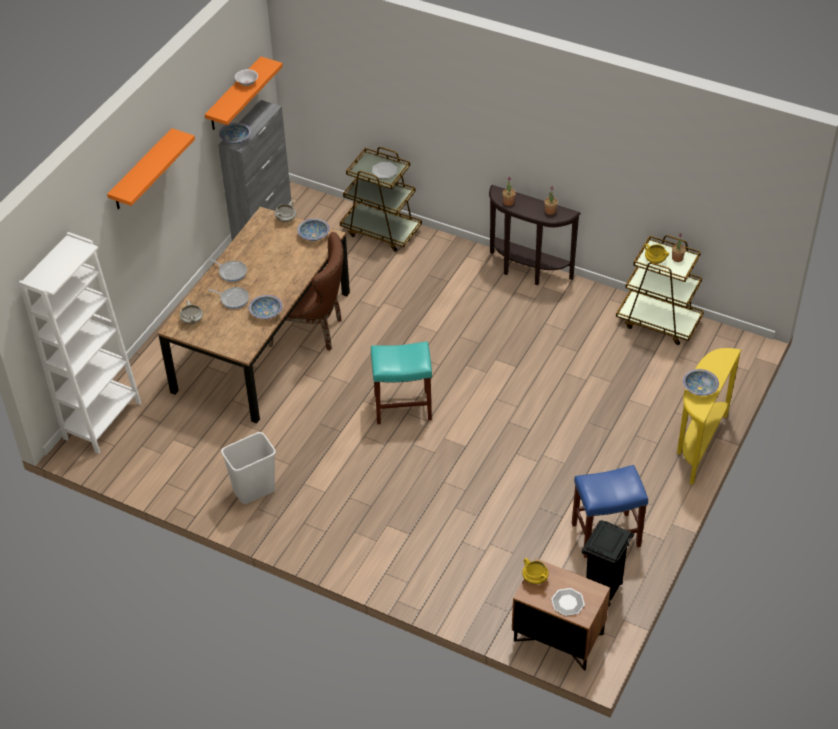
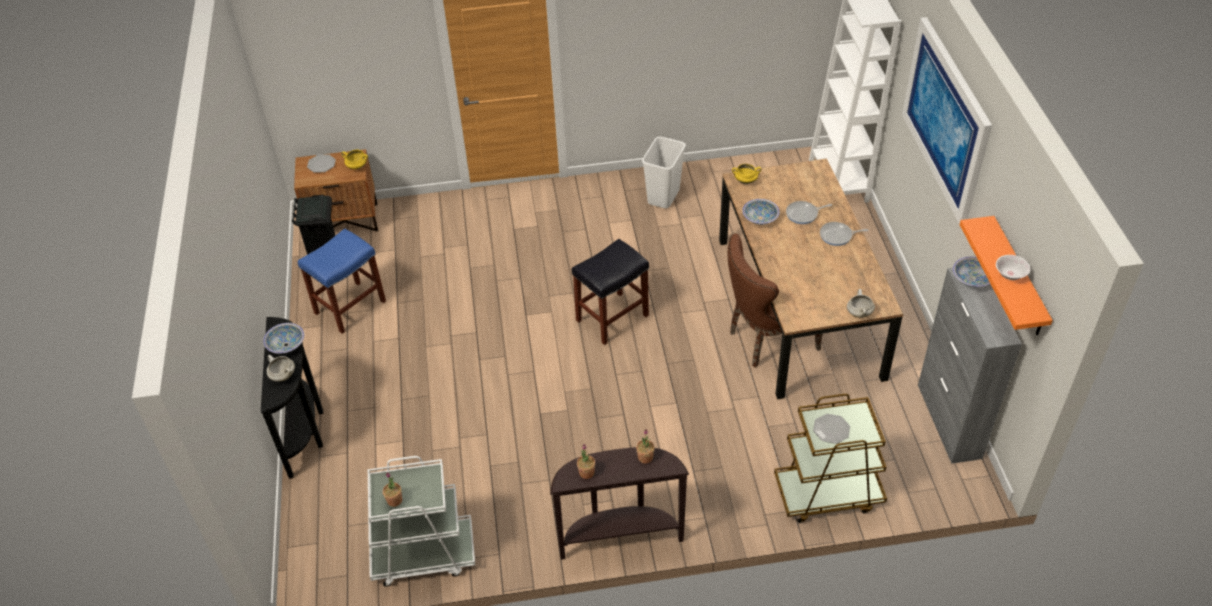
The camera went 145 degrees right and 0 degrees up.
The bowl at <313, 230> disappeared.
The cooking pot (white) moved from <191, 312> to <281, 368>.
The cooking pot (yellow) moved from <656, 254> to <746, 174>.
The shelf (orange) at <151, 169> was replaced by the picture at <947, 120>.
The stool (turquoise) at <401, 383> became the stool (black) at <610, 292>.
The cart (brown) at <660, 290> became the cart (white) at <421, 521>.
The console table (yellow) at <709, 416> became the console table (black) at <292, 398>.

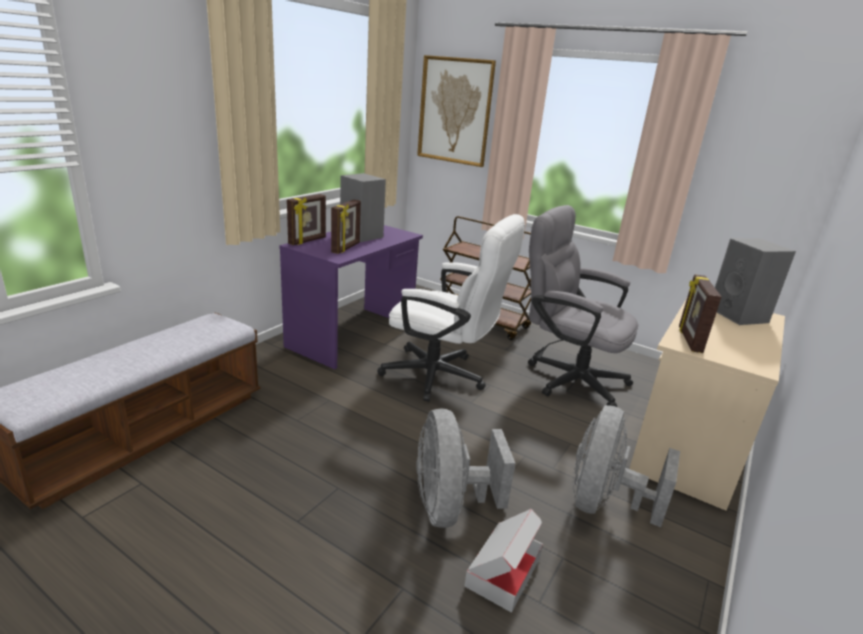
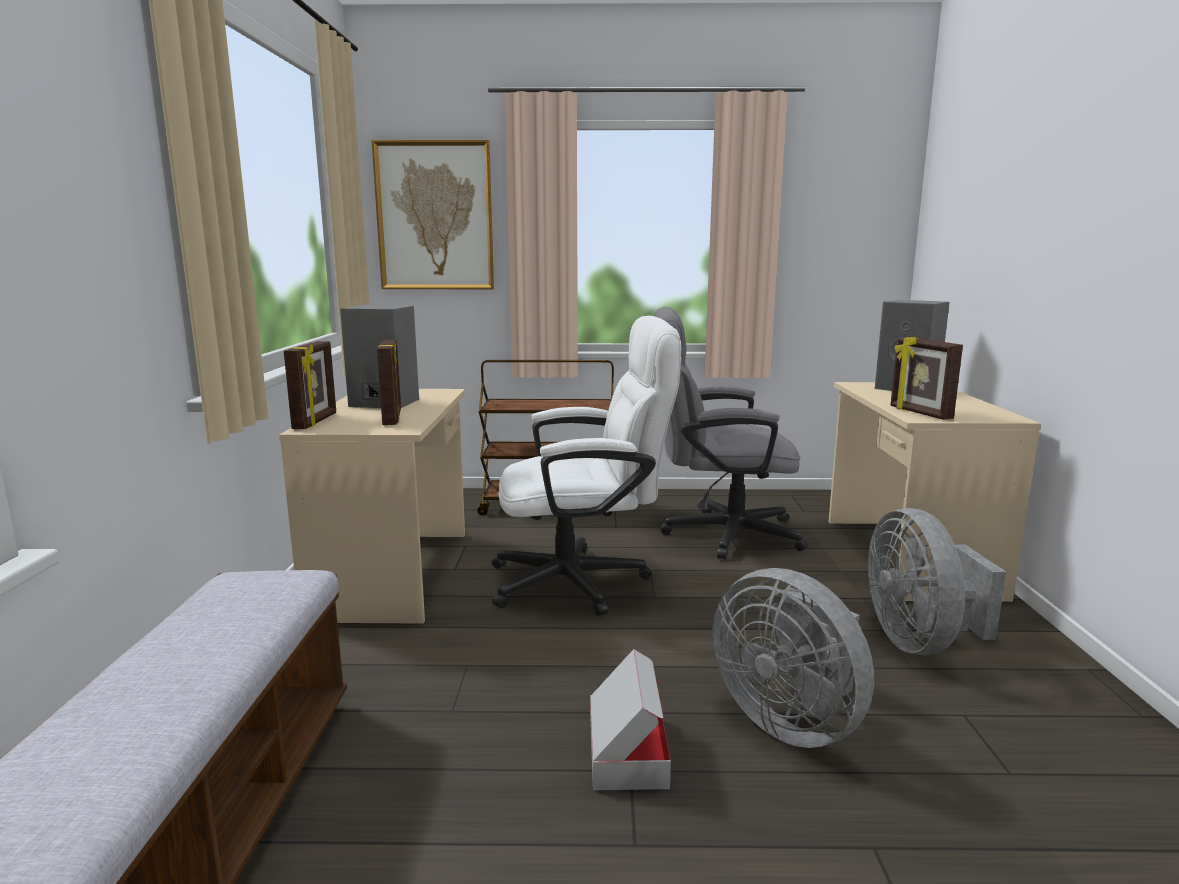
The camera went 30 degrees left and 10 degrees down.
The cardboard box moved from <503, 561> to <630, 719>.
The desk (purple) at <351, 297> became the desk (beige) at <372, 506>.

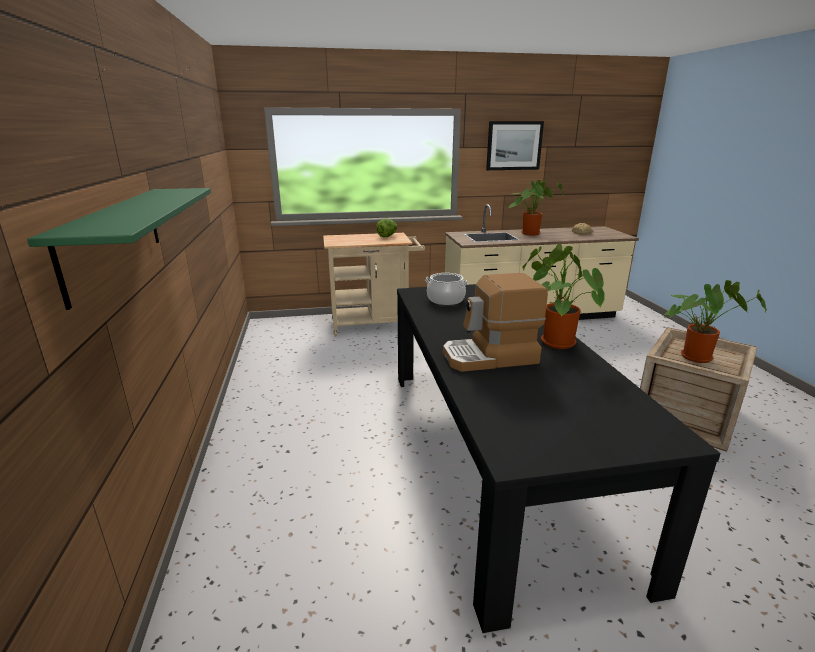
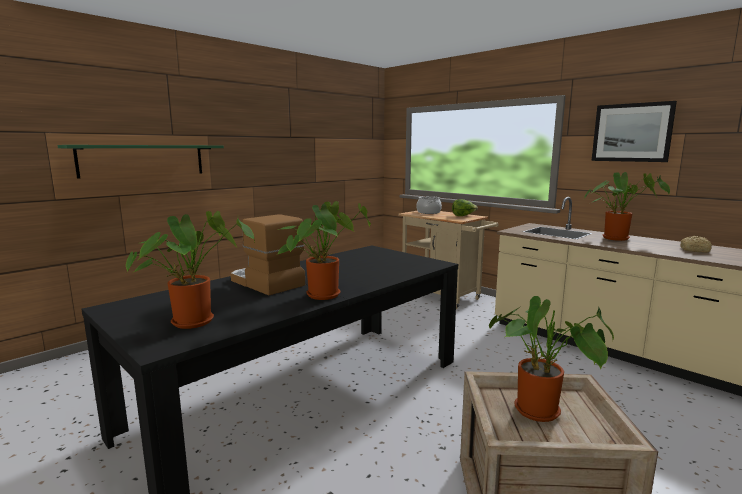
The camera went 55 degrees right and 10 degrees down.
The potted plant at <190, 270> appeared.
The cooking pot moved from <446, 289> to <429, 205>.

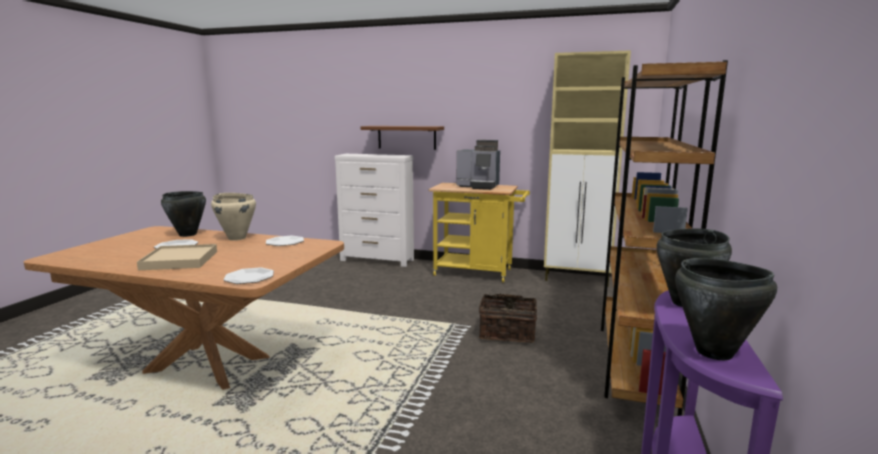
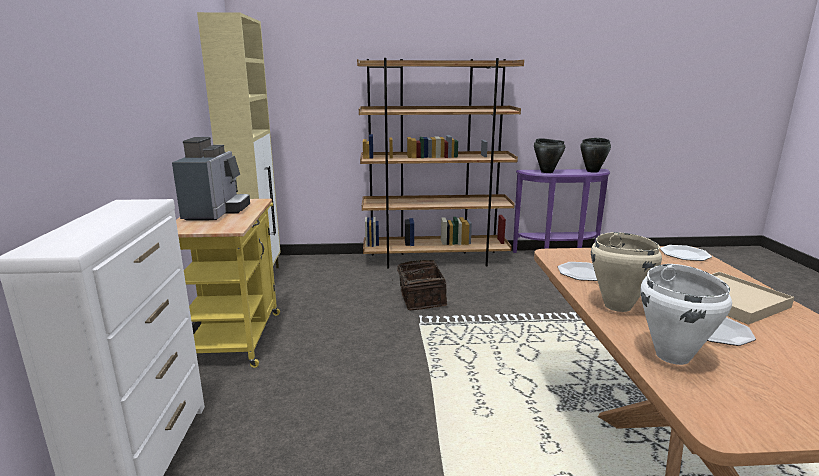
The camera went 110 degrees left and 5 degrees up.
The shelf (brown) at <402, 138> disappeared.
The cooking pot (black) at <183, 214> became the cooking pot (white) at <686, 314>.

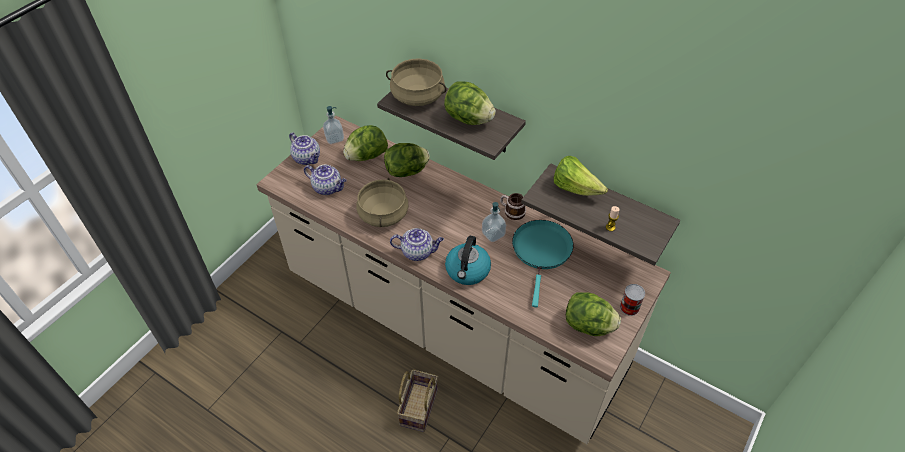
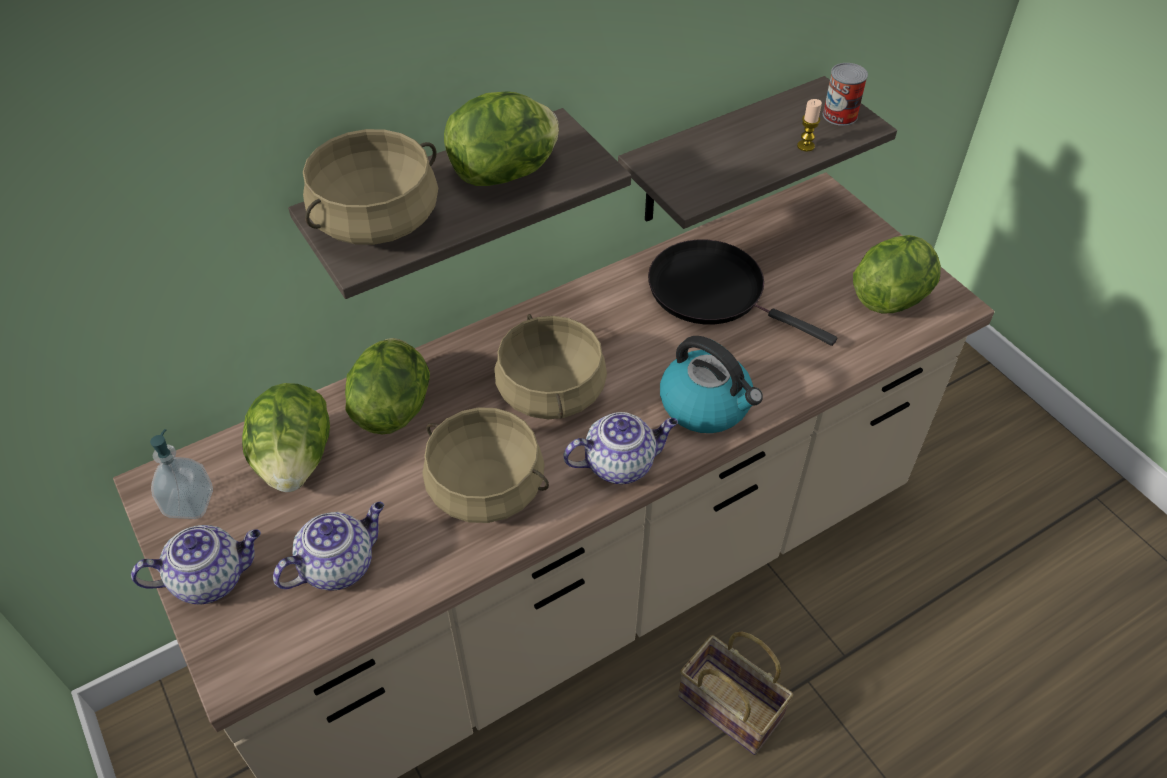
The camera went 65 degrees left and 0 degrees up.
The soap dispenser at <494, 222> disappeared.
The mug at <513, 206> disappeared.
The lettuce at <581, 176> disappeared.
The cooking pot (beige) at <550, 366> appeared.
The can moved from <632, 300> to <845, 94>.
The frying pan (turquoise) at <543, 263> became the frying pan (black) at <742, 293>.
The teapot at <417, 244> turned 45 degrees clockwise.

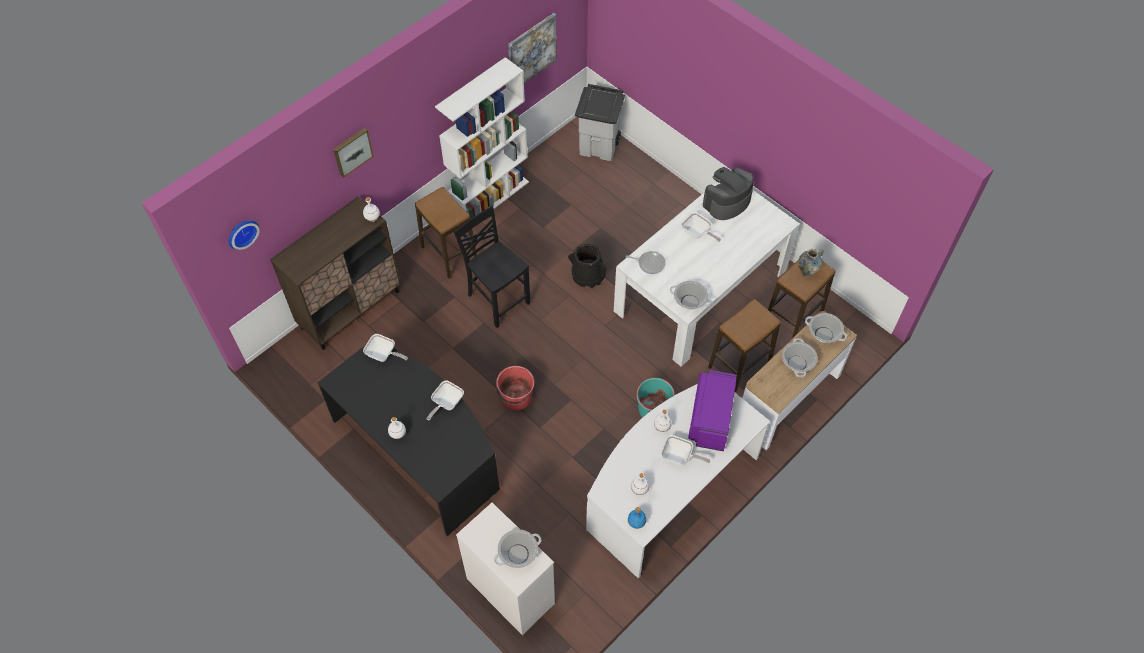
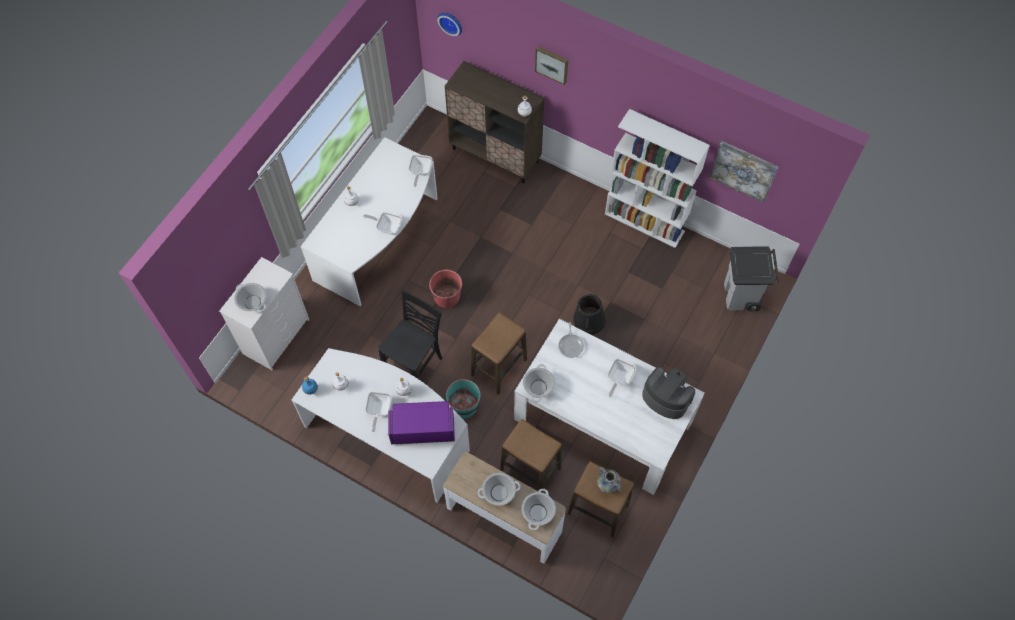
The camera went 75 degrees right and 5 degrees up.
The stool moved from <446, 232> to <499, 353>.
The chair (black) moved from <492, 266> to <410, 334>.
The desk (black) at <408, 440> became the desk (white) at <369, 221>.

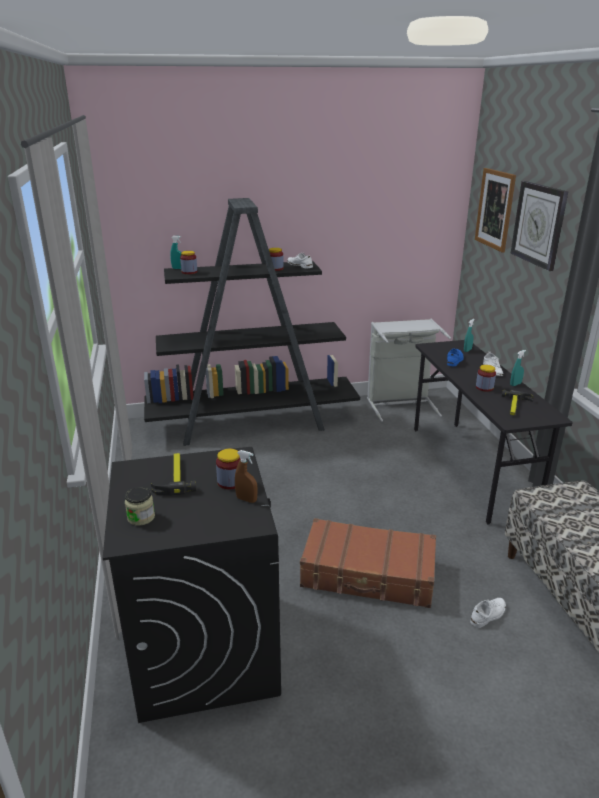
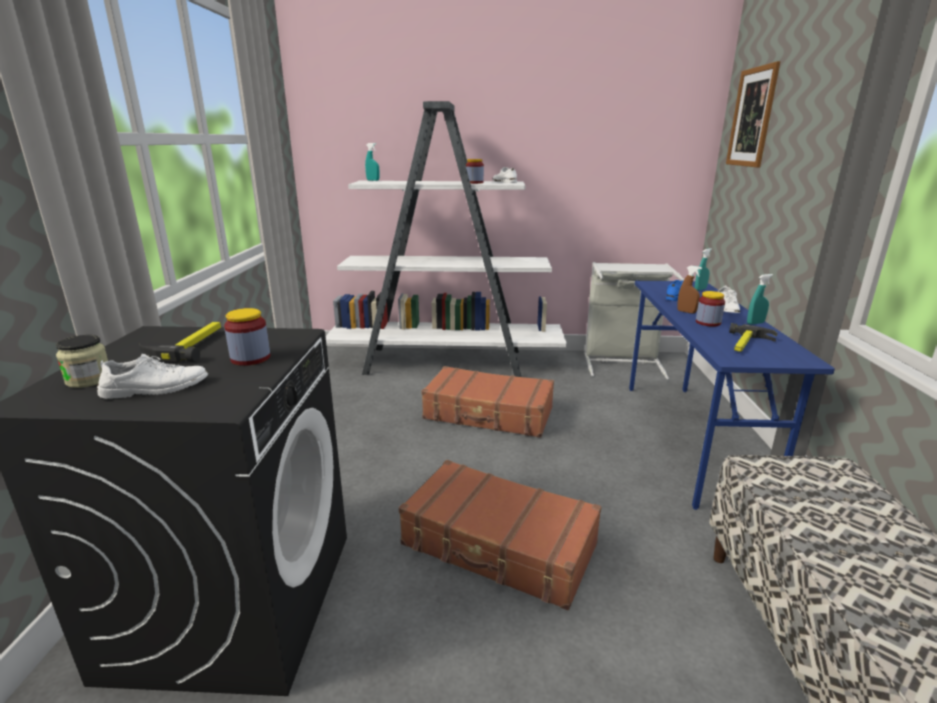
The camera went 15 degrees right and 5 degrees down.
The jar at <188, 262> disappeared.
The wall clock at <539, 226> disappeared.
The suitcase (brown) at <487, 402> appeared.
The spray bottle (brown) moved from <246, 476> to <689, 289>.
The shoe (white) moved from <488, 613> to <152, 376>.
The bookcase (black) at <252, 322> became the bookcase (white) at <446, 239>.
The desk (black) at <493, 432> became the desk (blue) at <732, 395>.

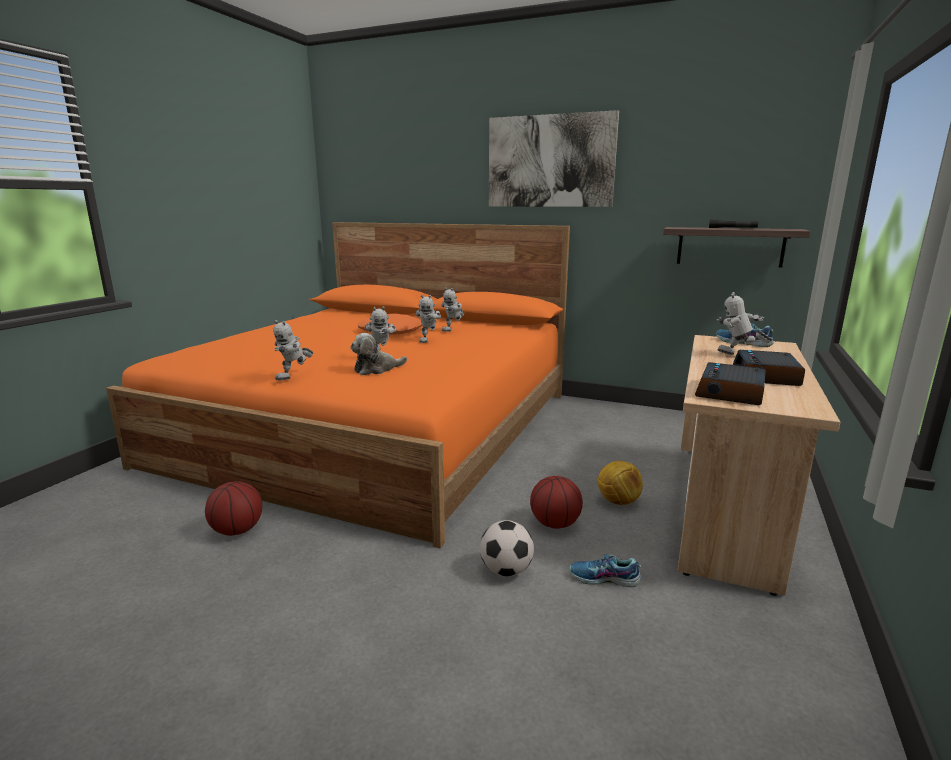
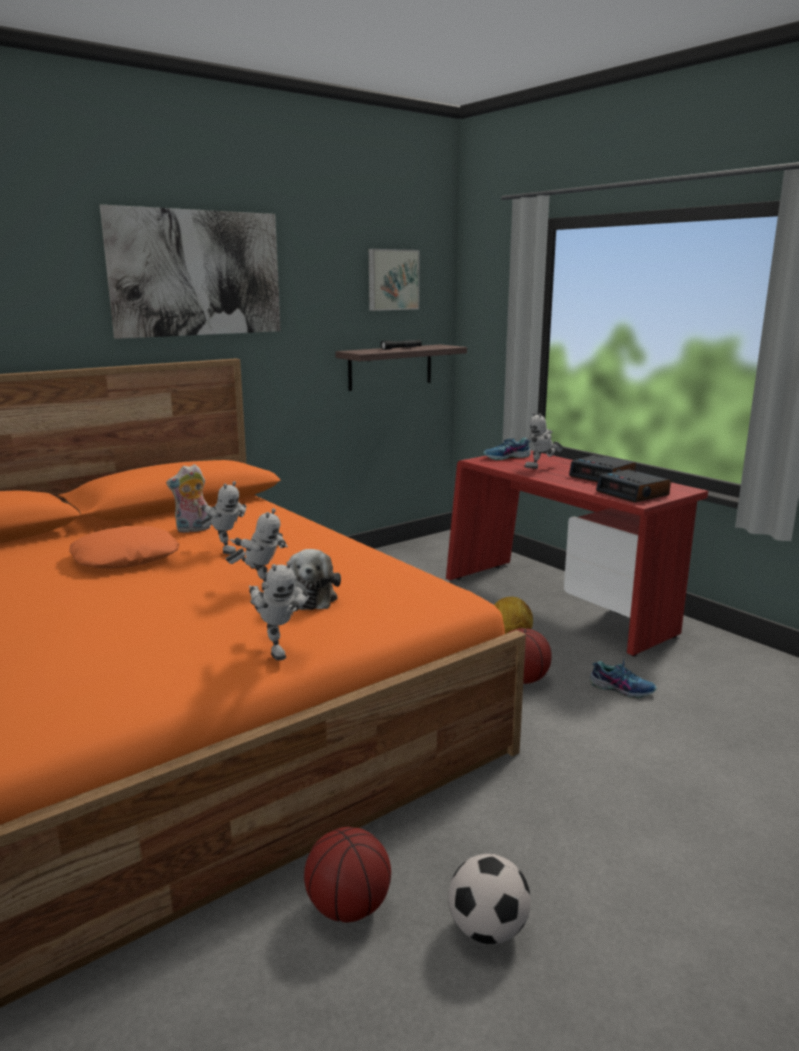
The camera went 60 degrees left and 0 degrees up.
The picture at <394, 280> appeared.
The football moved from <507, 548> to <489, 899>.
The toy robot at <452, 309> was replaced by the plush toy at <188, 498>.
The desk (beige) at <759, 465> became the desk (red) at <577, 553>.
The shoe at <605, 570> turned 105 degrees counterclockwise.

